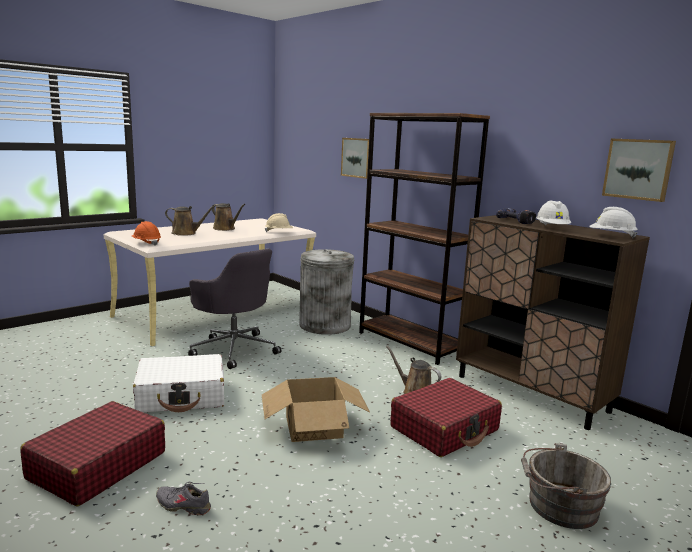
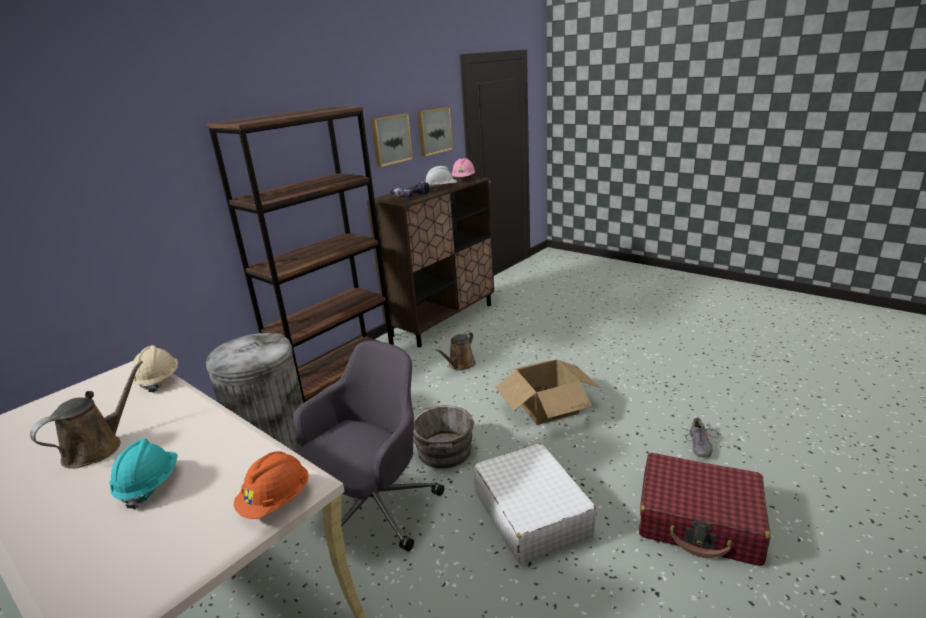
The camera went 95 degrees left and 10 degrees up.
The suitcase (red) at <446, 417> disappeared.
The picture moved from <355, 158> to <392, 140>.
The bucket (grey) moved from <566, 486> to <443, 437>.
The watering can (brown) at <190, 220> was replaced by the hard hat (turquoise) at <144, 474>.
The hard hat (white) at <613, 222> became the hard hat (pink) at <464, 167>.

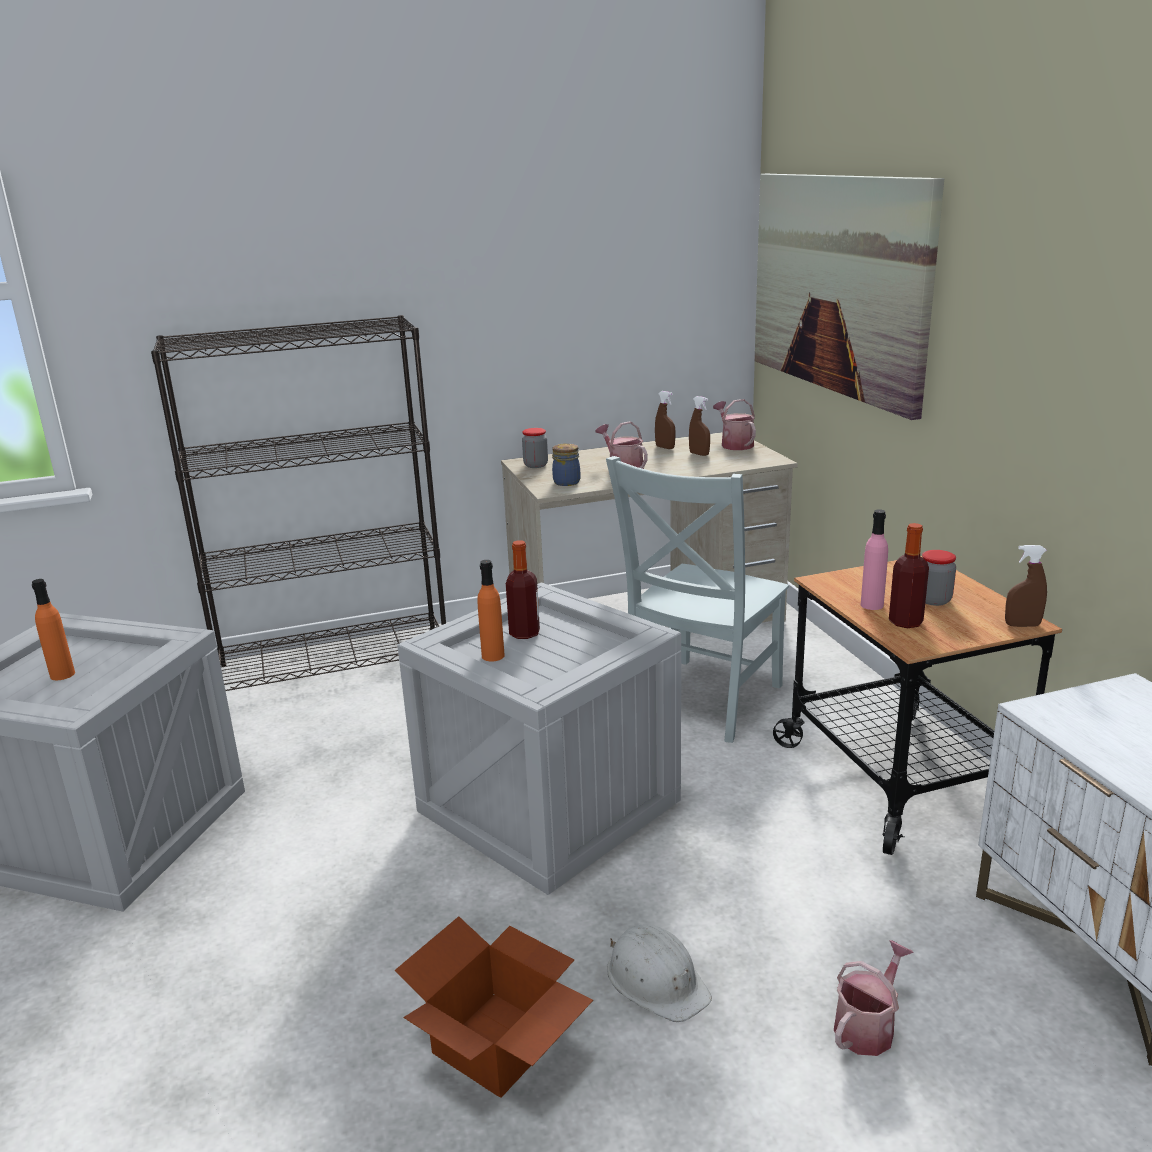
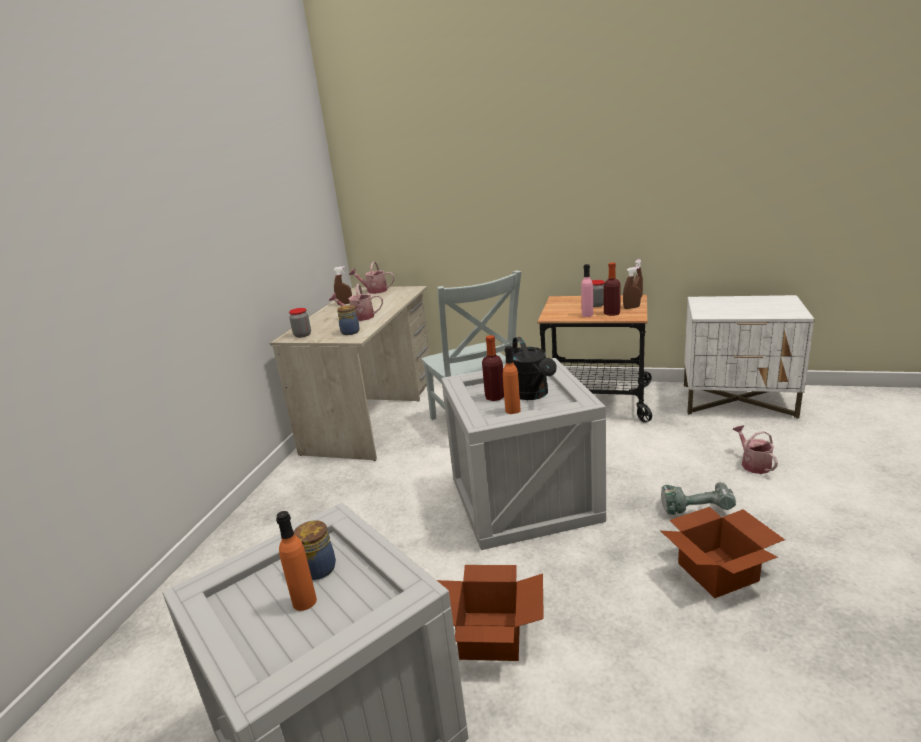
The camera went 55 degrees left and 0 degrees up.
The bookcase (black) at <298, 503> disappeared.
The picture at <849, 296> disappeared.
The jar at <315, 550> appeared.
The cardboard box at <490, 613> appeared.
The watering can (black) at <535, 368> appeared.
The spray bottle (brown) moved from <699, 426> to <632, 288>.
The hard hat (white) at <659, 973> was replaced by the power drill at <698, 498>.

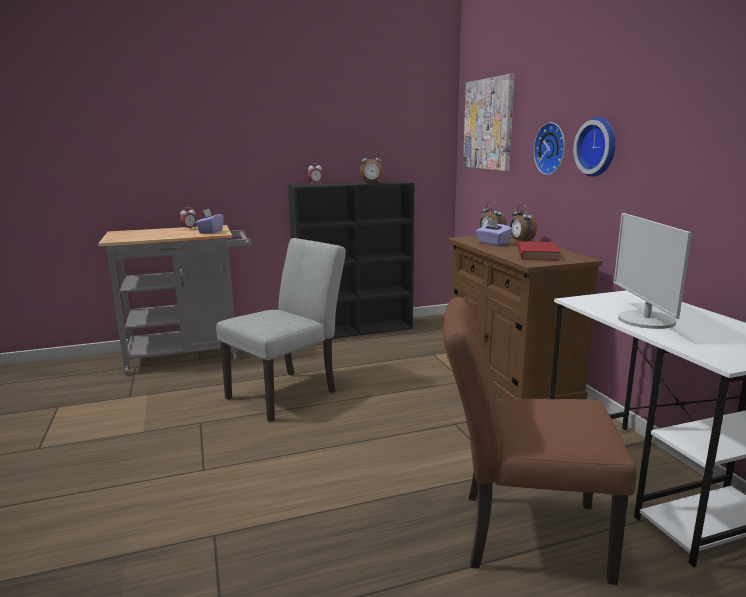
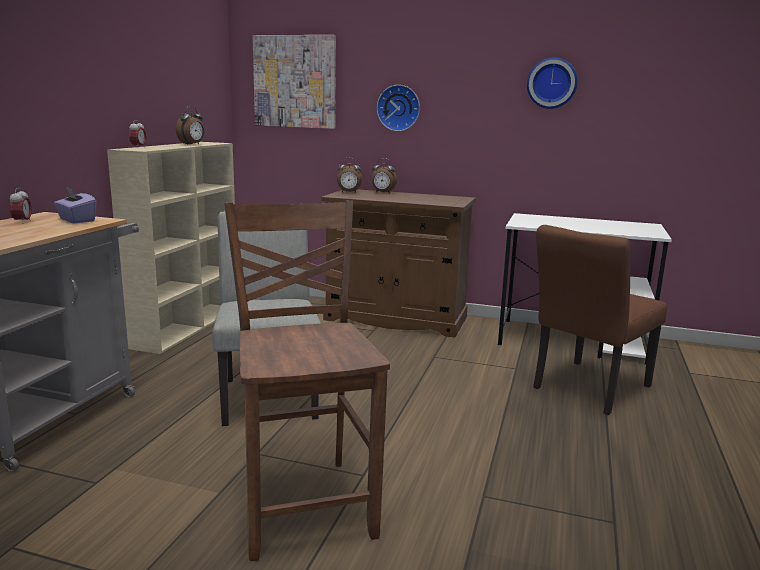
The camera went 55 degrees left and 0 degrees up.
The tissue box (purple) at <494, 232> disappeared.
The book (red) at <539, 251> disappeared.
The monitor at <653, 271> disappeared.
The chair (brown) at <307, 380> appeared.
The wall clock moved from <594, 147> to <552, 83>.
The bookcase (black) at <351, 260> became the bookcase (beige) at <171, 248>.

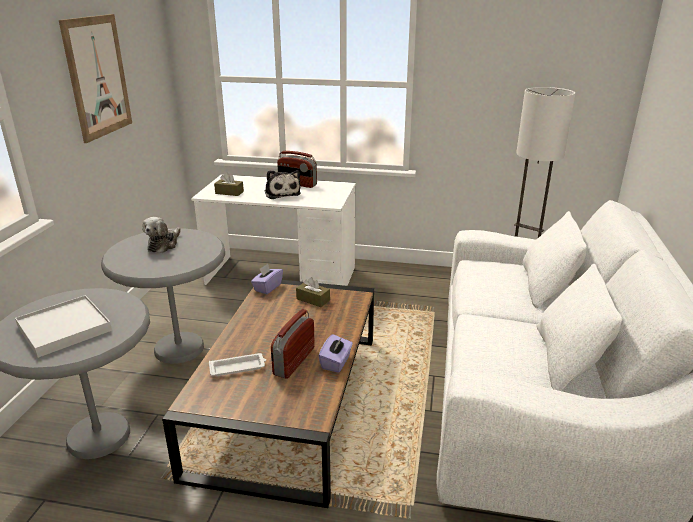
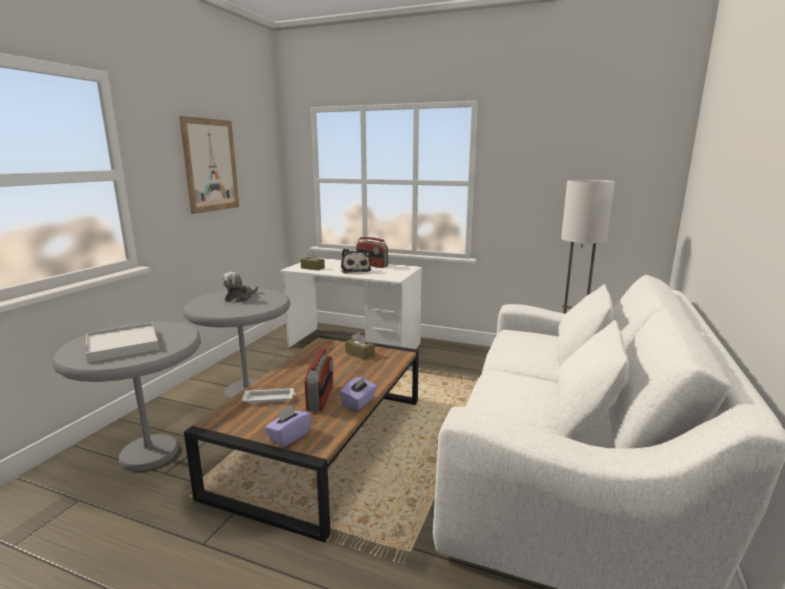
The camera went 10 degrees right and 10 degrees down.
The tissue box (purple) moved from <267, 279> to <288, 425>.
The radio at <293, 344> turned 150 degrees clockwise.

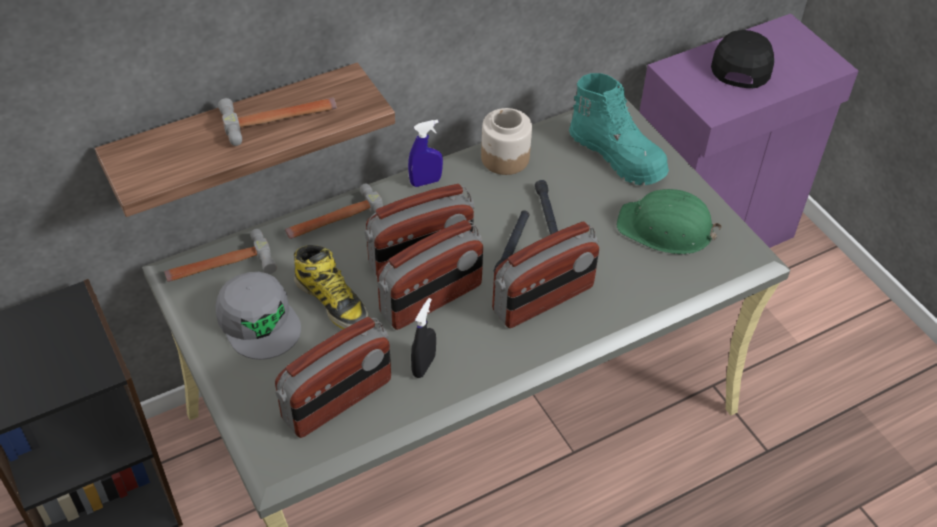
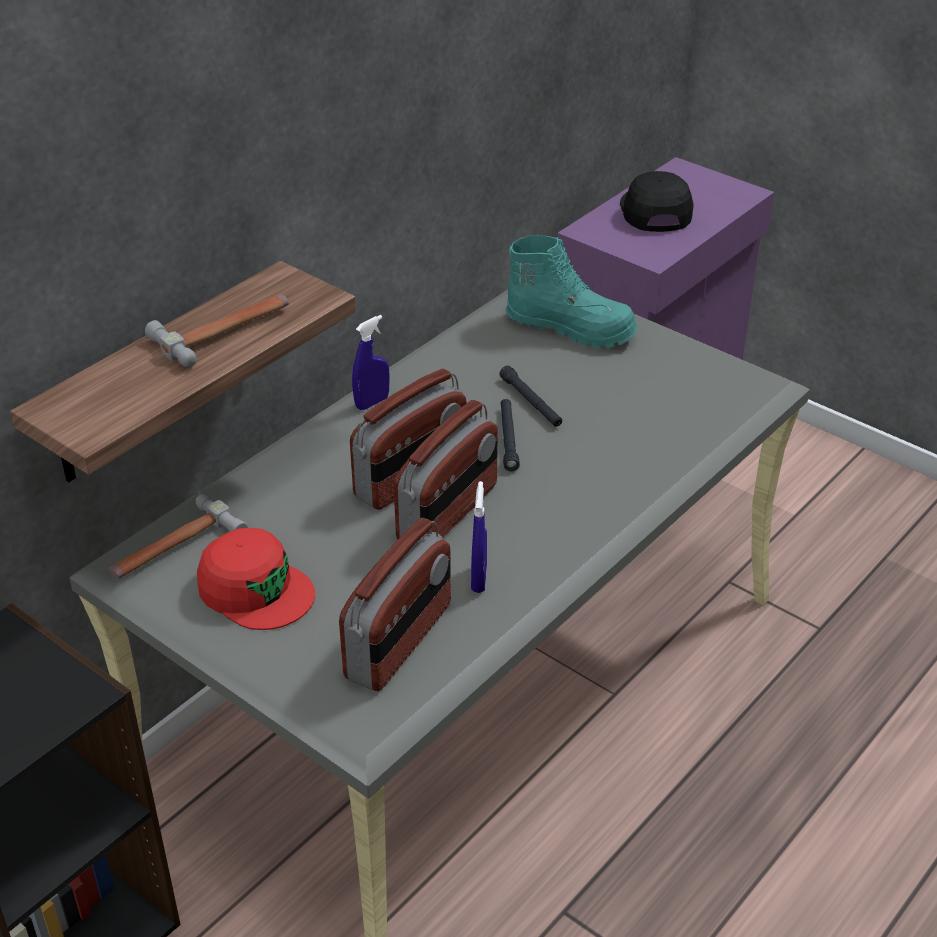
The camera went 20 degrees left and 10 degrees down.
The hammer at <334, 211> disappeared.
The boot at <331, 287> disappeared.
The jar at <506, 141> disappeared.
The radio at <545, 274> disappeared.
The hard hat (green) at <669, 222> disappeared.
The cap (grey) at <258, 316> became the cap (red) at <256, 579>.
The spray bottle (black) at <423, 338> became the spray bottle (blue) at <479, 537>.

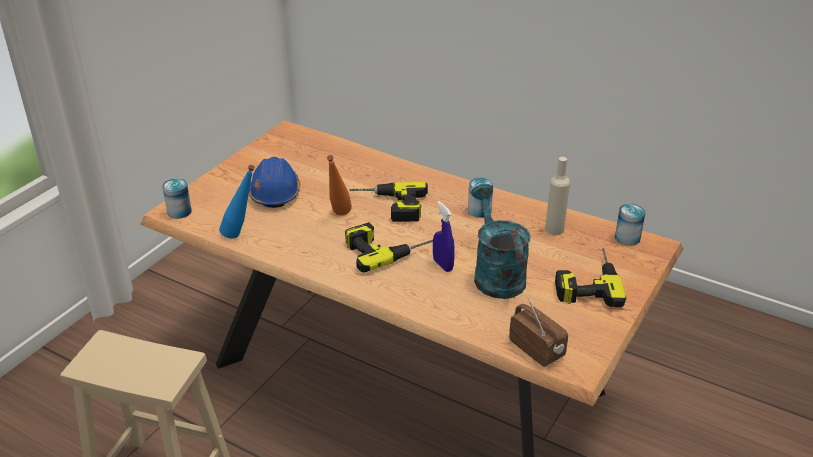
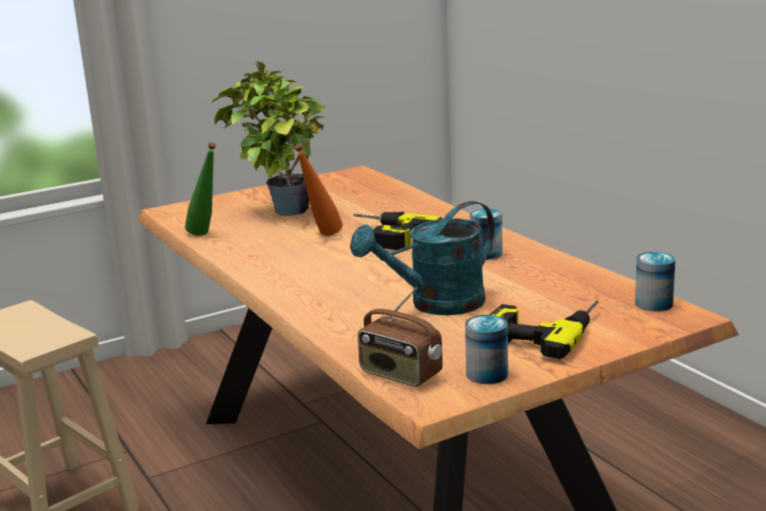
The camera went 30 degrees right and 15 degrees down.
The power drill at <389, 247> disappeared.
The spray bottle (blue) at <444, 236> disappeared.
The bottle (beige) at <557, 196> disappeared.
The can moved from <177, 198> to <486, 349>.
The hard hat (blue) at <274, 182> was replaced by the potted plant at <268, 138>.
The bottle (blue) at <237, 202> became the bottle (green) at <200, 189>.
The watering can (turquoise) at <500, 241> turned 135 degrees counterclockwise.
The radio at <538, 332> turned 135 degrees clockwise.

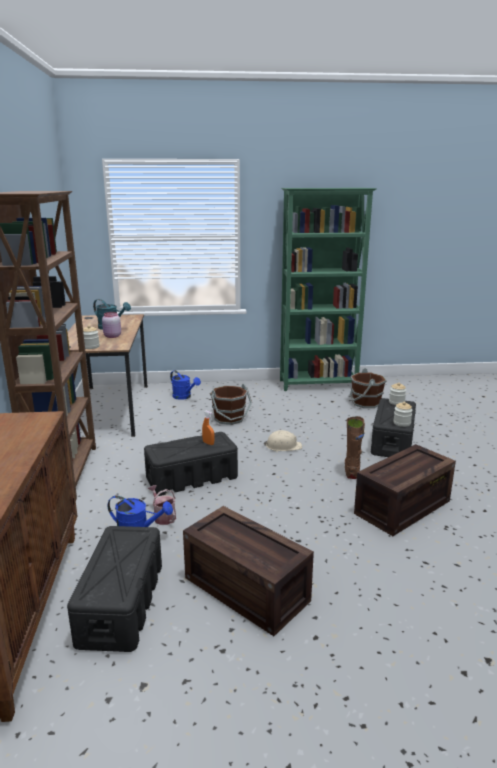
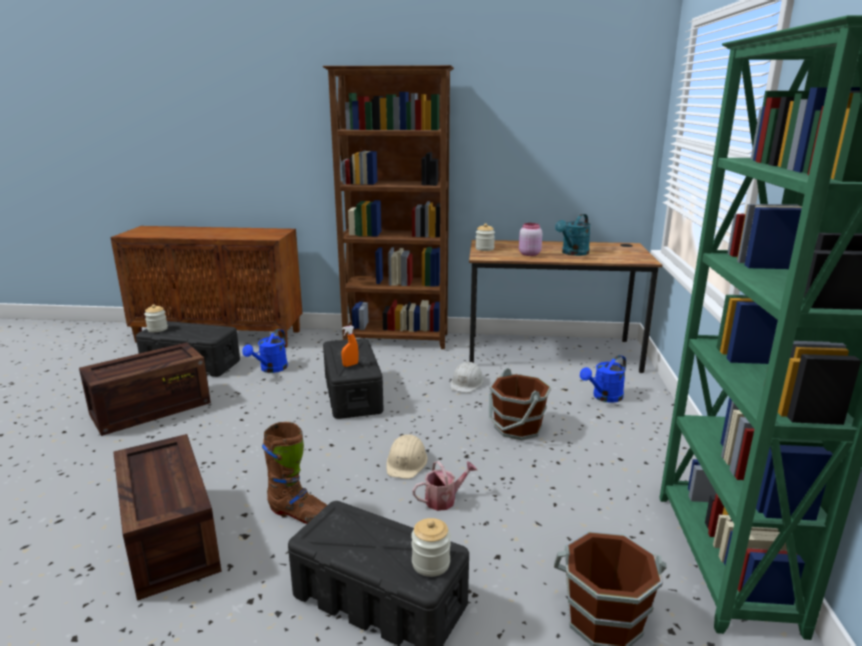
The camera went 100 degrees right and 0 degrees up.
The hard hat (white) at <467, 377> appeared.
The watering can moved from <162, 505> to <444, 486>.
The jar moved from <403, 414> to <156, 318>.

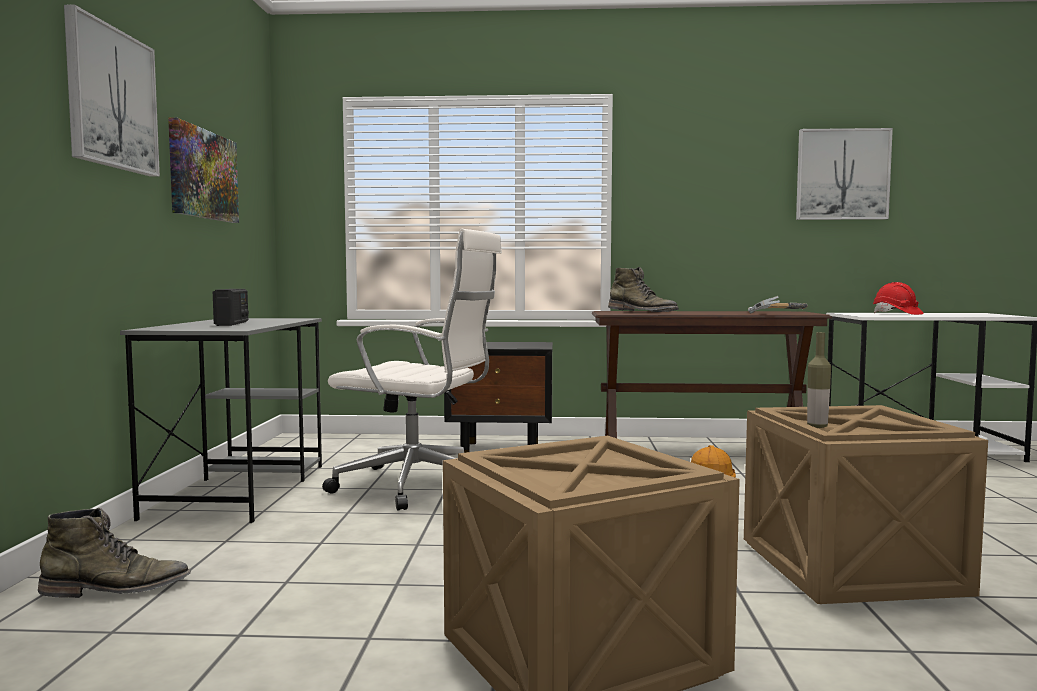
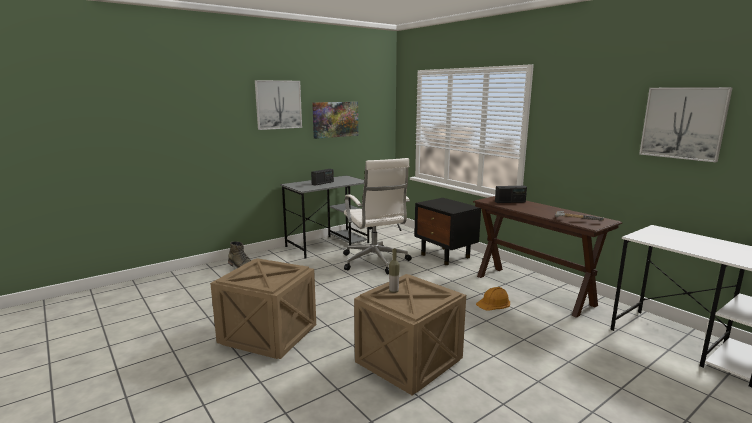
The camera went 50 degrees right and 10 degrees up.
The hard hat (red) at <898, 298> disappeared.
The boot (green) at <643, 289> was replaced by the radio at <511, 194>.

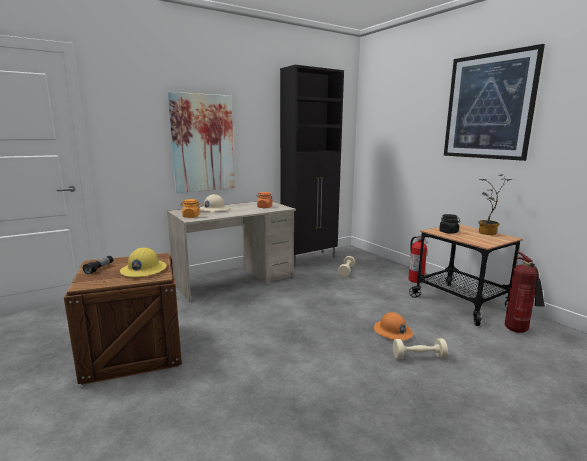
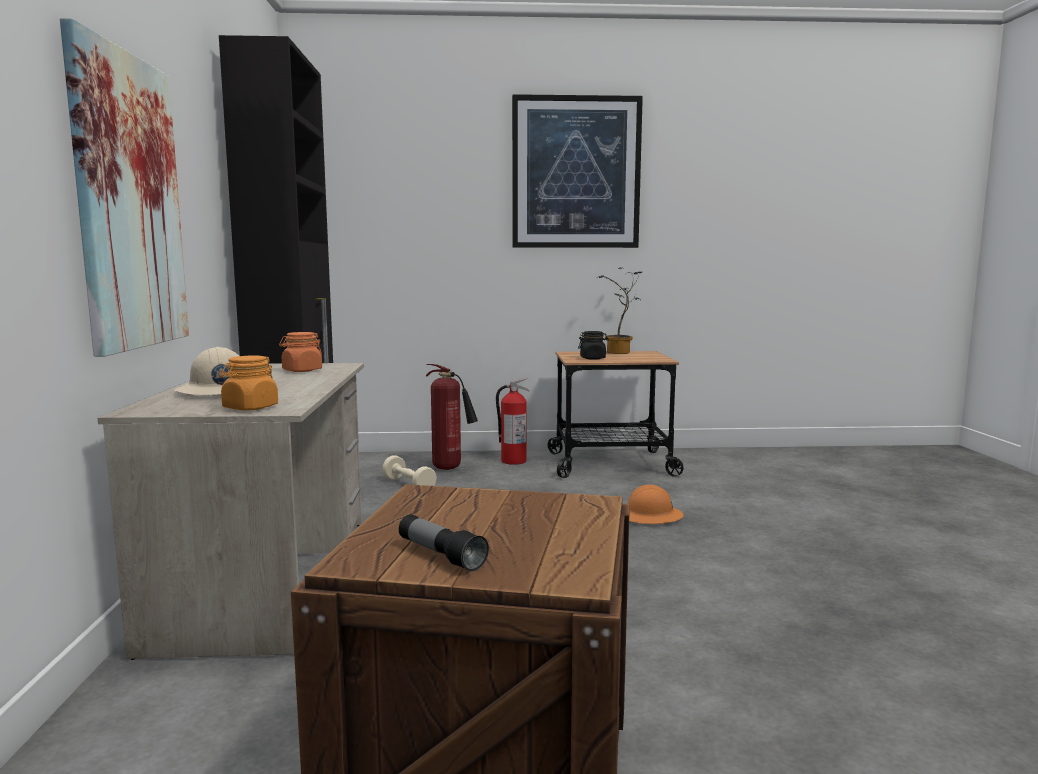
The camera went 60 degrees left and 5 degrees down.
The hard hat (yellow) at <143, 262> disappeared.
The dumbbell (beige) at <420, 349> disappeared.
The fire extinguisher moved from <525, 292> to <452, 417>.

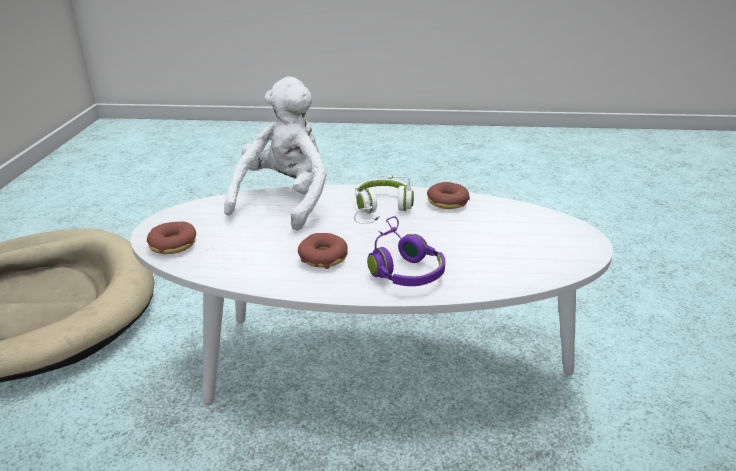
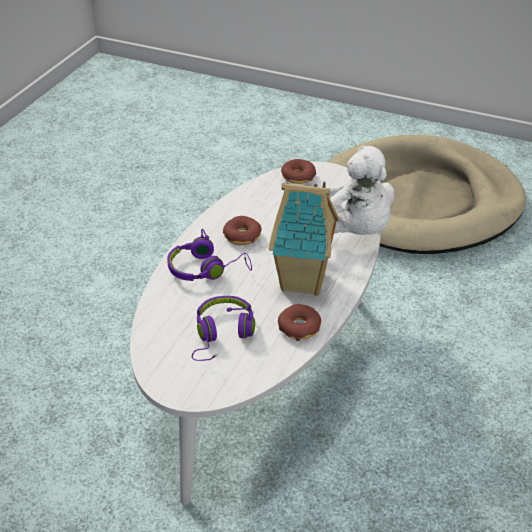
The camera went 110 degrees right and 10 degrees up.
The headphones (purple) at <223, 328> appeared.
The headphones (white) at <384, 199> was replaced by the toy house at <304, 238>.

